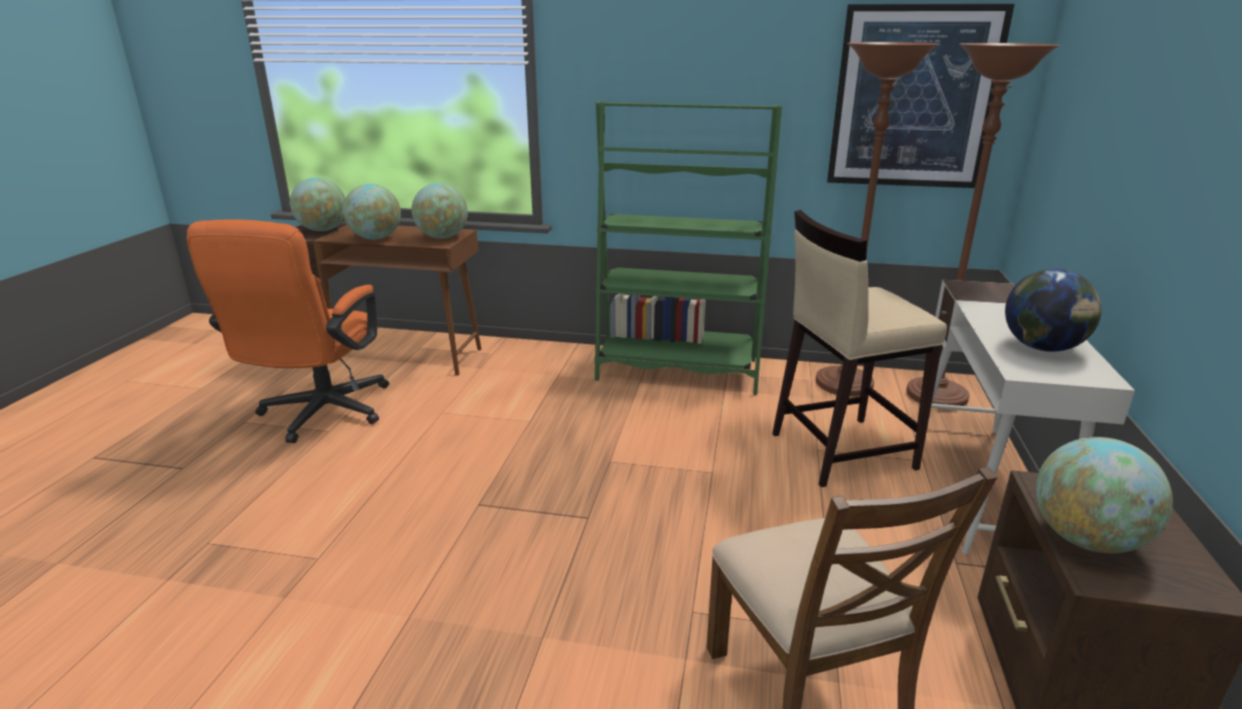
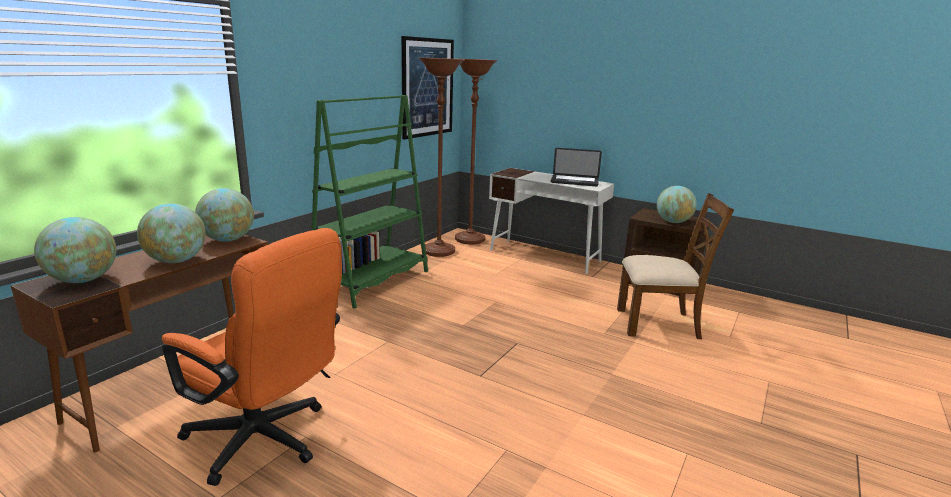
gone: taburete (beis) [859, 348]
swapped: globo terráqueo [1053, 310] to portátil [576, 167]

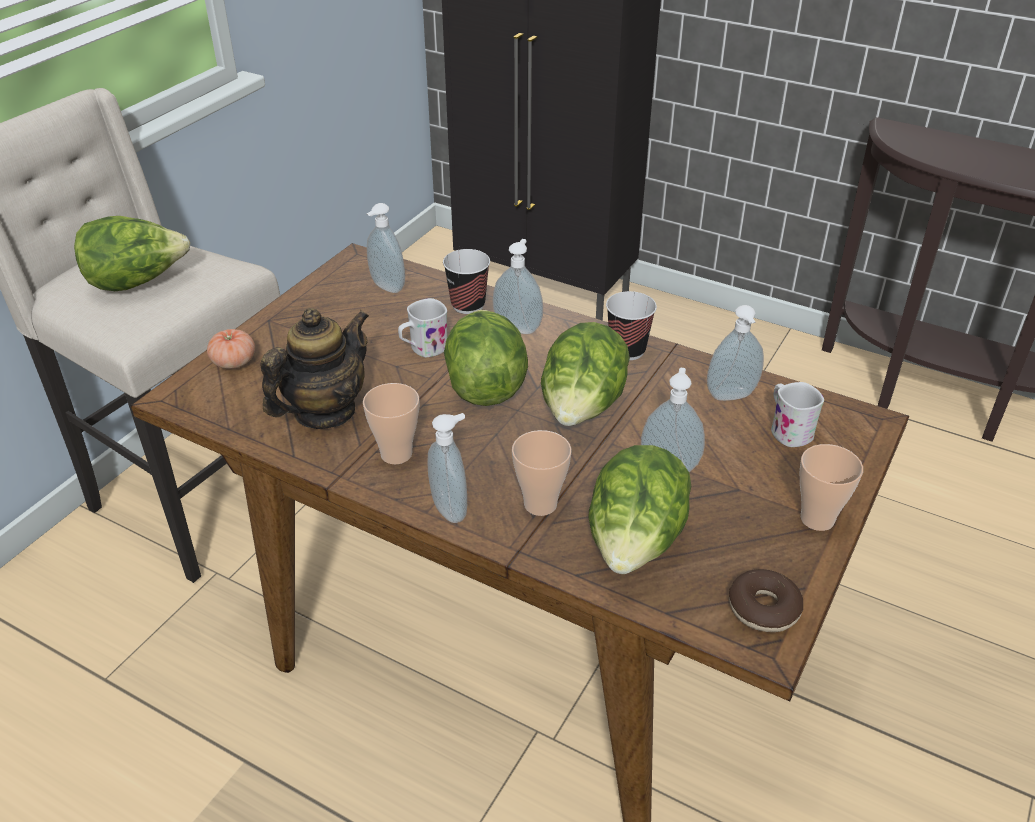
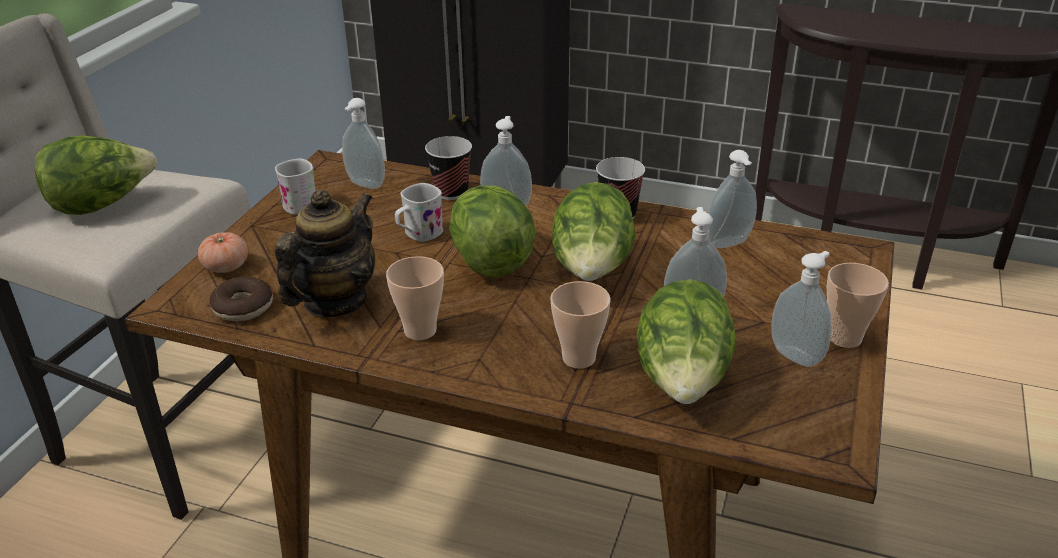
shifted: rosquilla [766, 600] to [241, 298]; taza grande (blanco) [797, 414] to [295, 186]; dispensador de jabón [447, 468] to [801, 309]

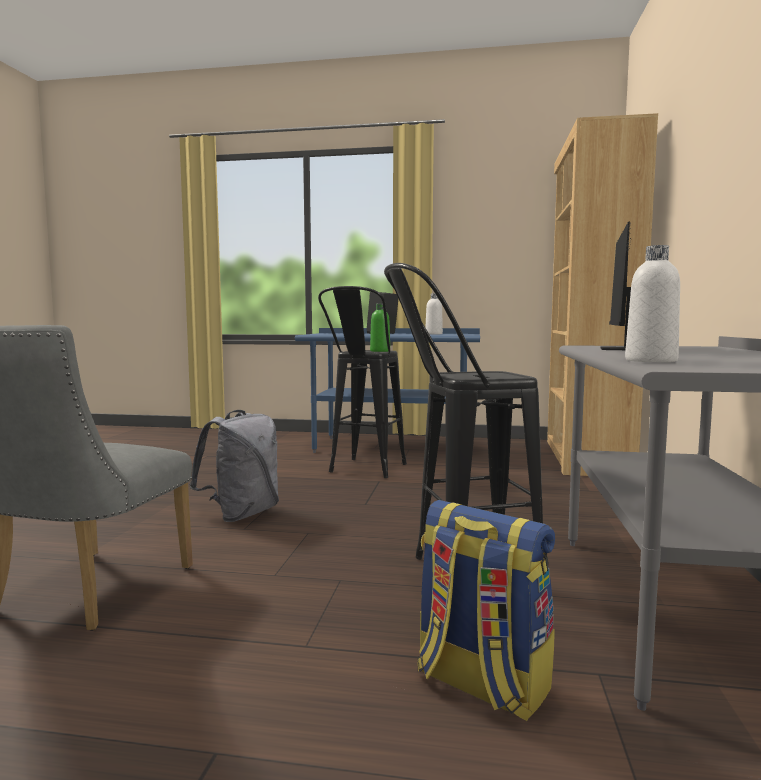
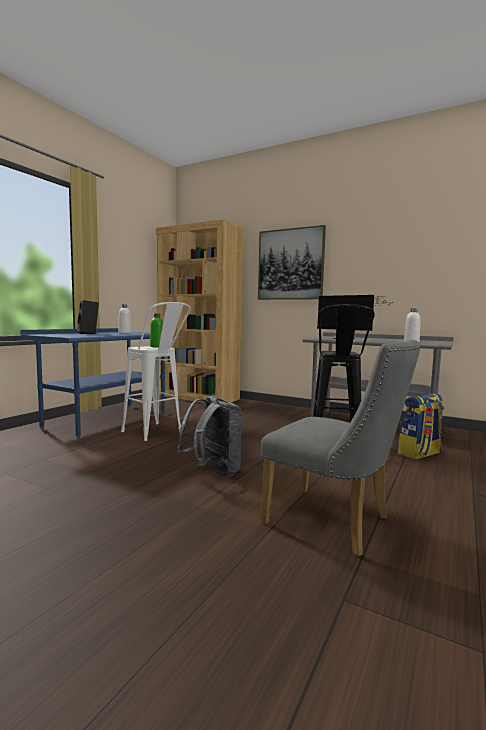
new: cuadro [292, 262]
repainted: taburete (negro) [362, 382] to taburete (blanco) [156, 371]

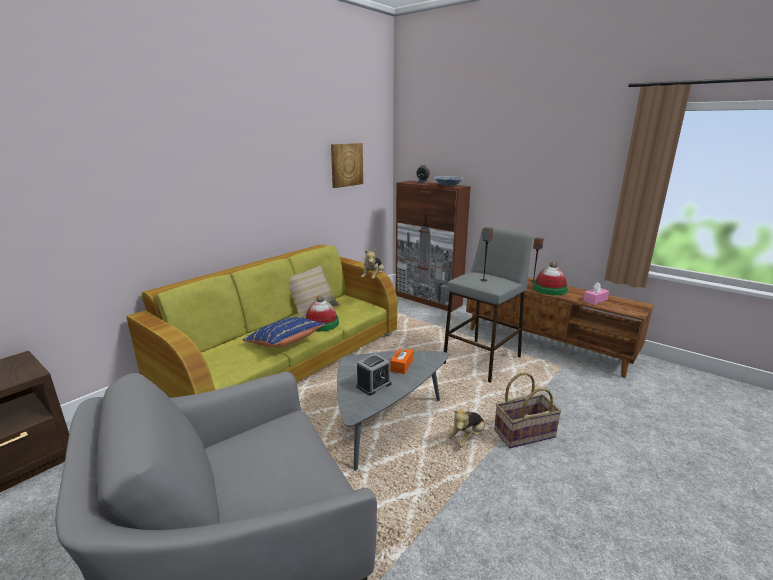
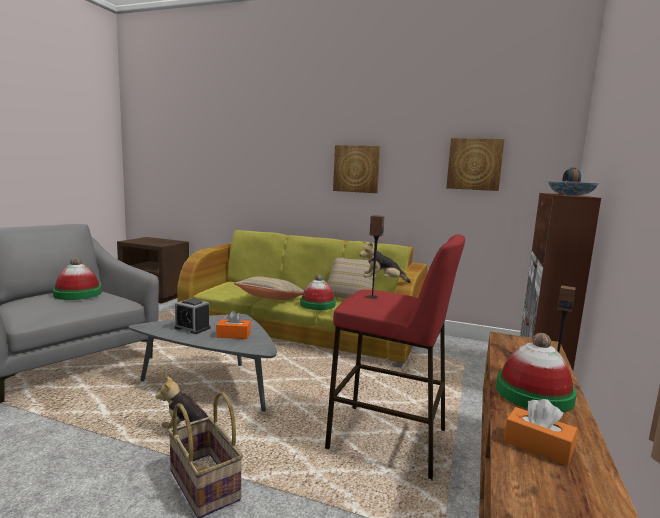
new: sombrero [77, 278]; cuadro [356, 169]
repainted: cojín (azul) [284, 332] to cojín (beis) [269, 288]; taburete (gris) [488, 304] to taburete (rojo) [395, 357]; caja de pañuelos (rosa) [596, 293] to caja de pañuelos (naranja) [540, 432]

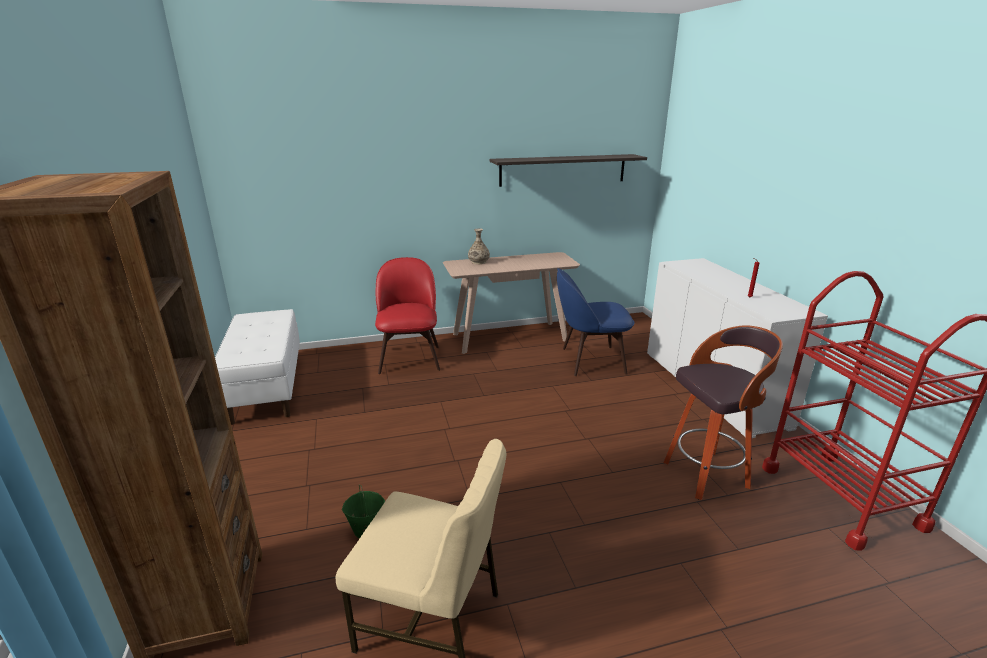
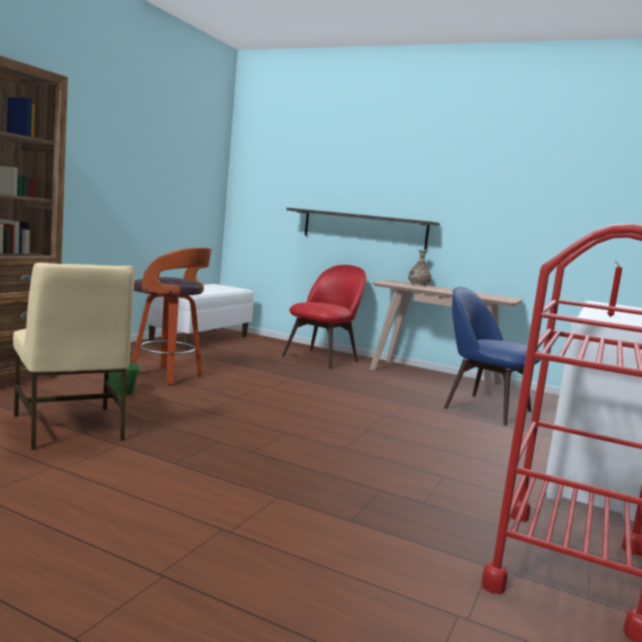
shifted: taburete [723, 413] to [171, 316]; estante [568, 170] to [363, 229]

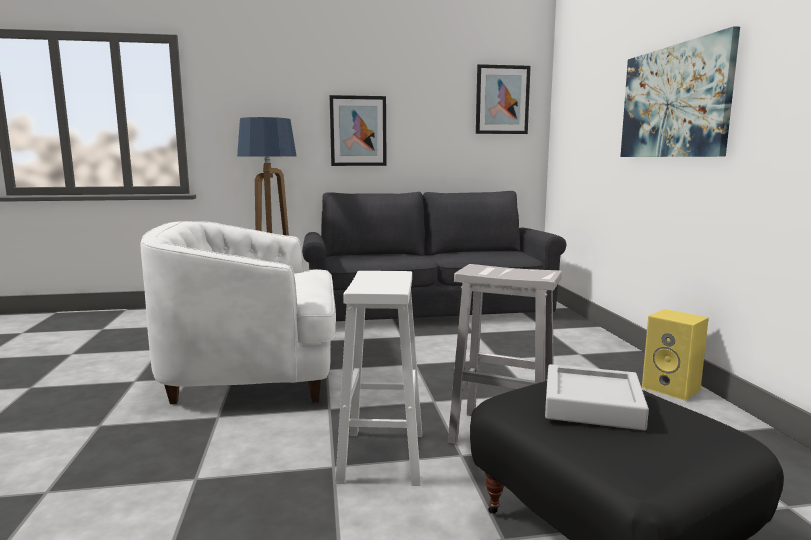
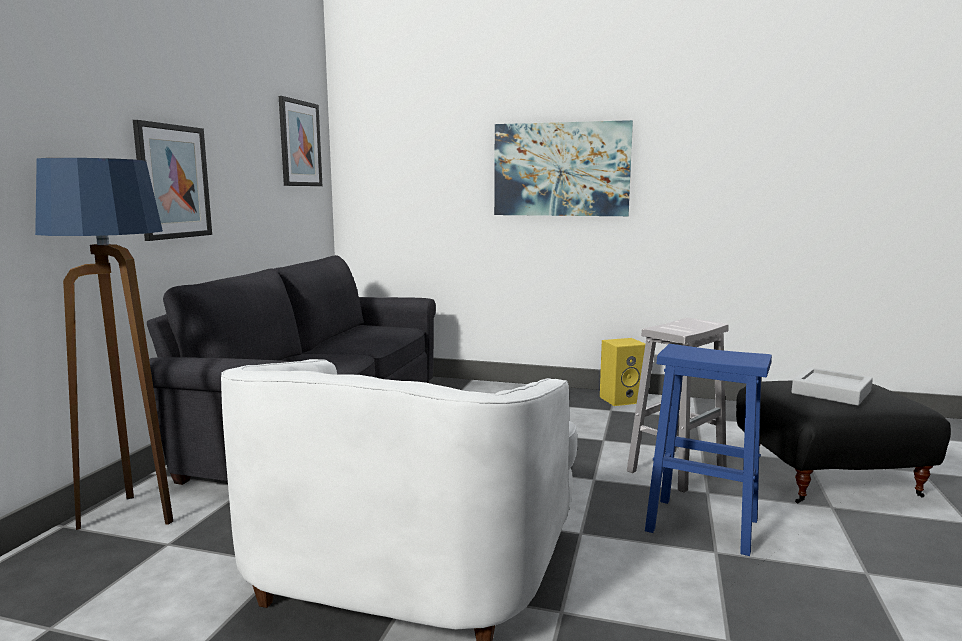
repainted: taburete (blanco) [378, 378] to taburete (azul) [708, 450]

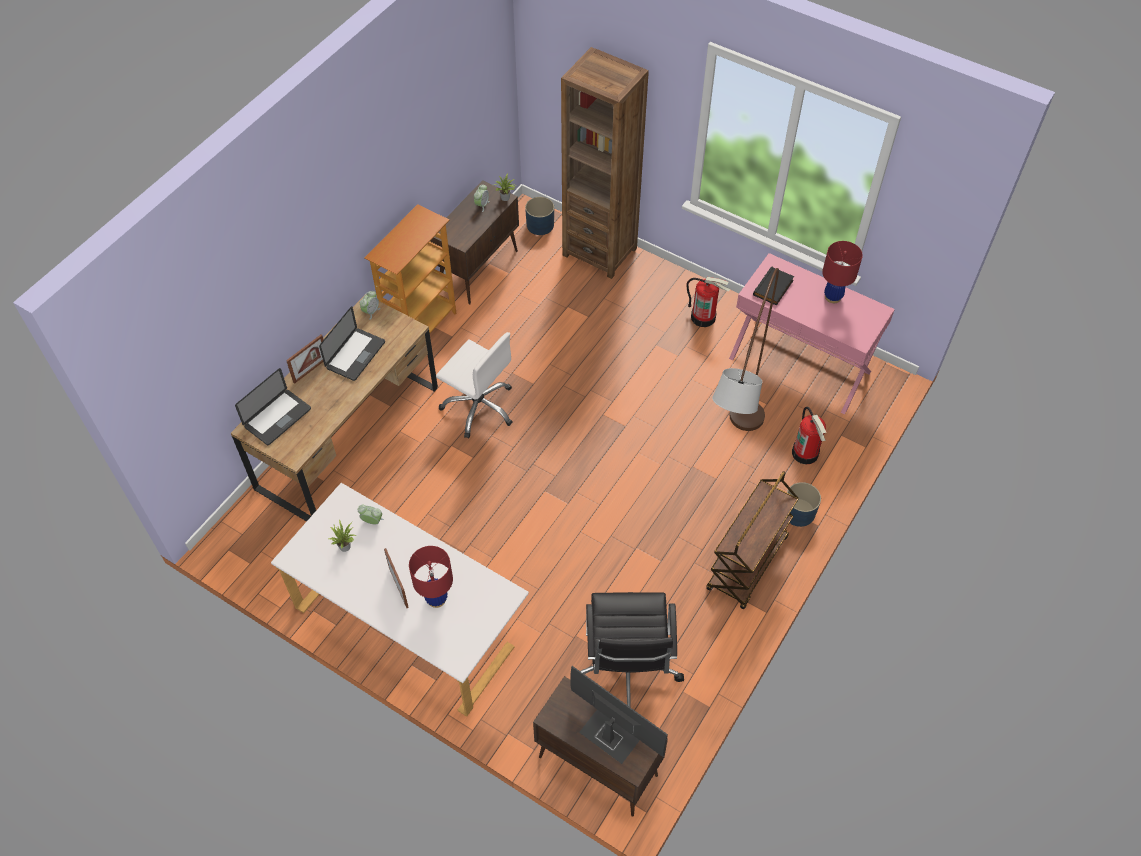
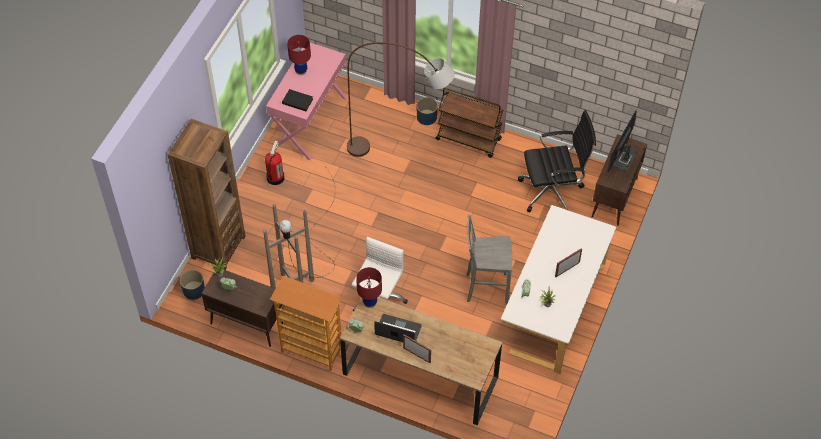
gone: portátil [273, 406]; extintor [809, 435]
new: lámpara de pie (marrón) [299, 229]; taburete (gris) [489, 260]
shifted: lámpara de mesa (rojo) [431, 577] to [369, 287]

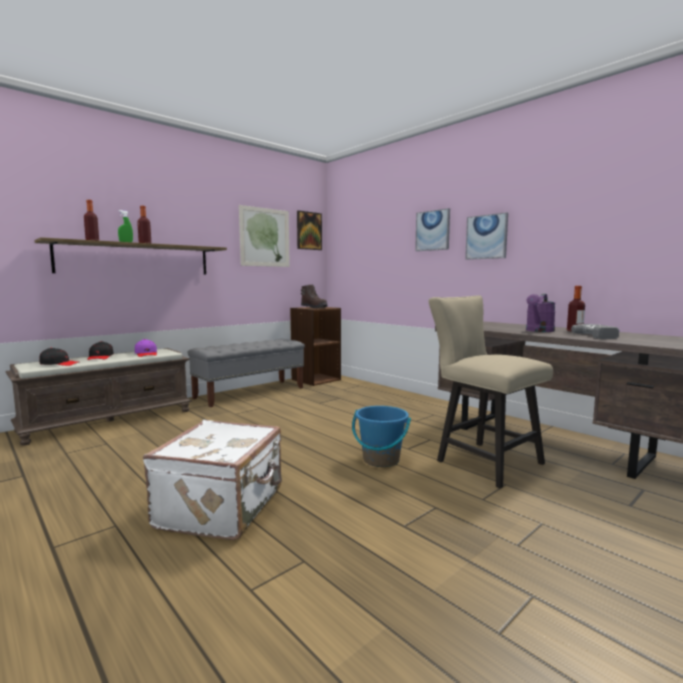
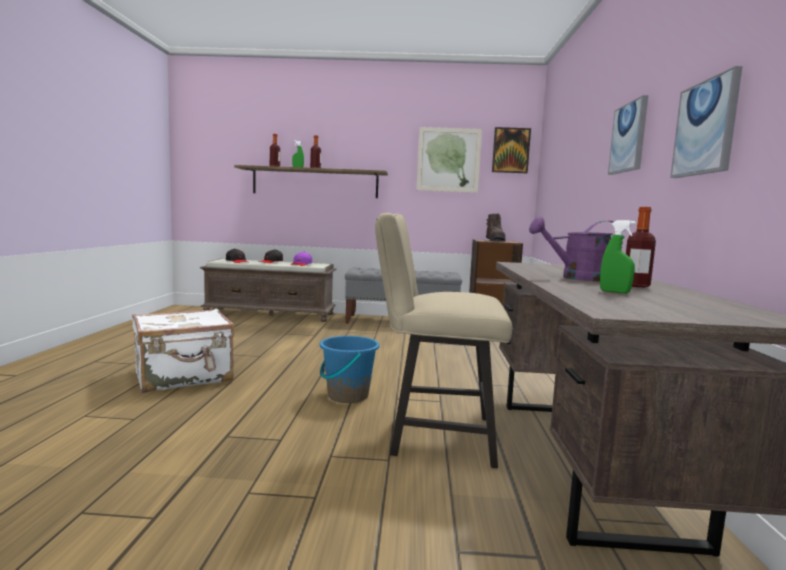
shifted: cuadro [432, 229] to [706, 122]
swapped: taladro [595, 331] to pulverizador (verde) [618, 256]
rotated: silla (beis) [490, 392] = [443, 340] 90 degrees counterclockwise

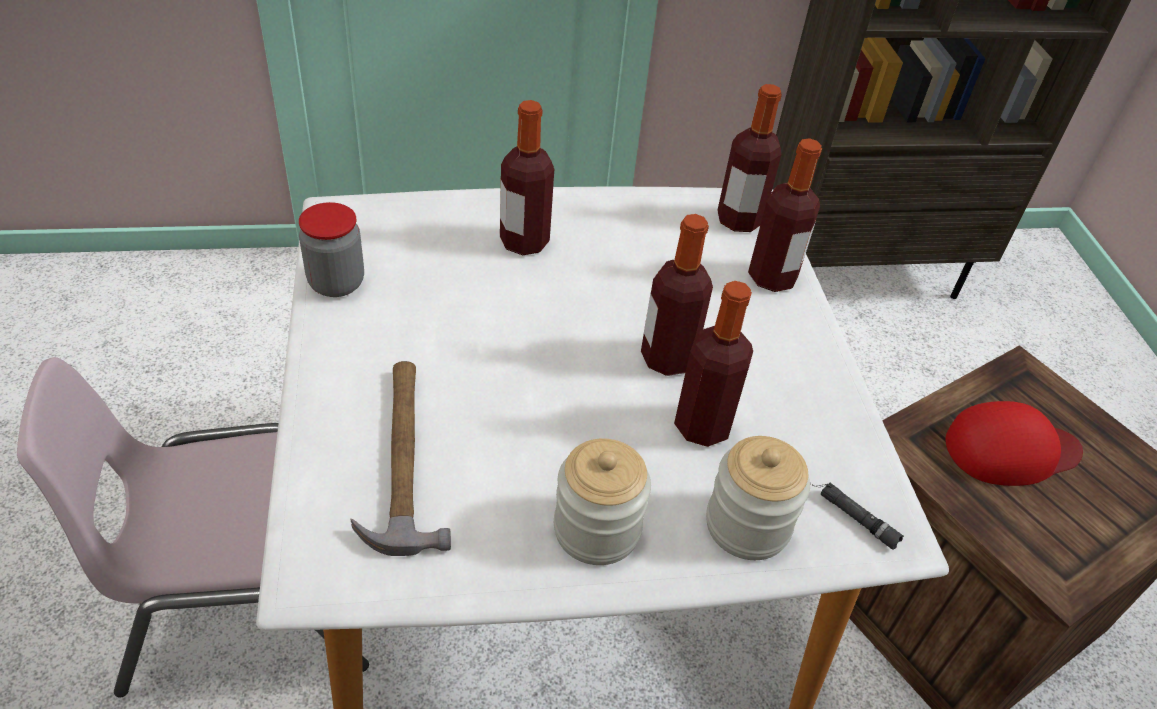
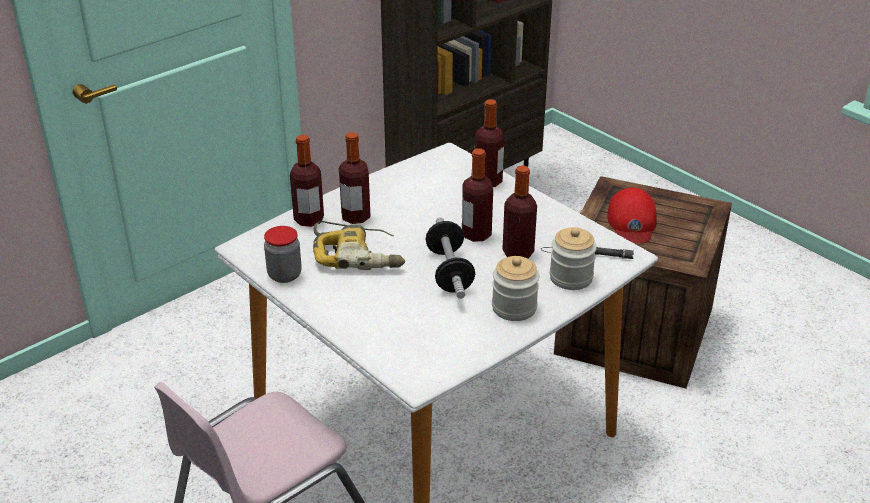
gone: martillo [401, 458]
new: taladro [359, 245]; mancuerna [450, 258]
shifted: botella [749, 158] to [307, 181]
rotated: gorra (rojo) [1014, 443] = [631, 215] 135 degrees clockwise

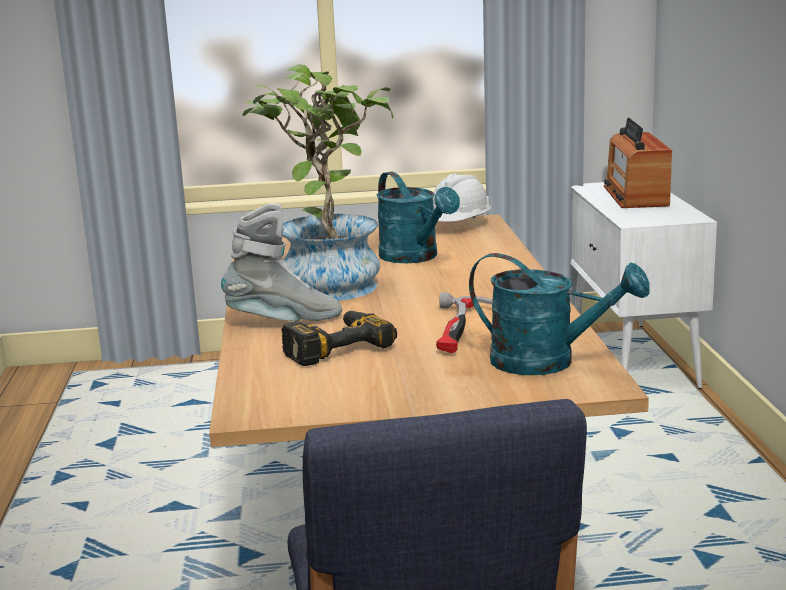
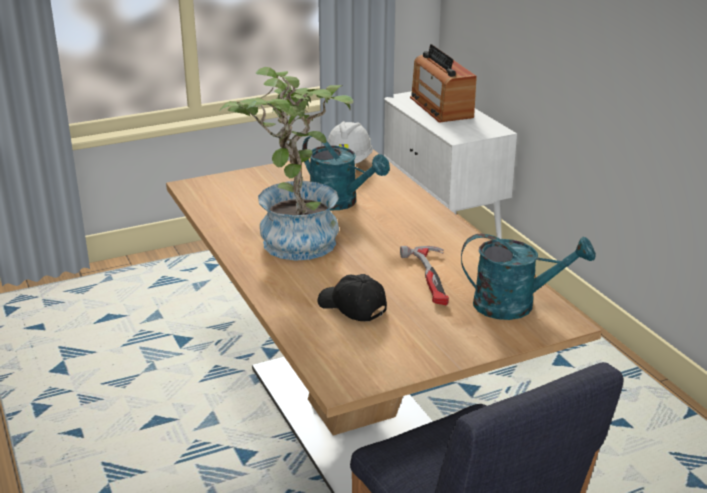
gone: bota (gris) [281, 262]
swapped: taladro [339, 338] to gorra (negro) [352, 297]

